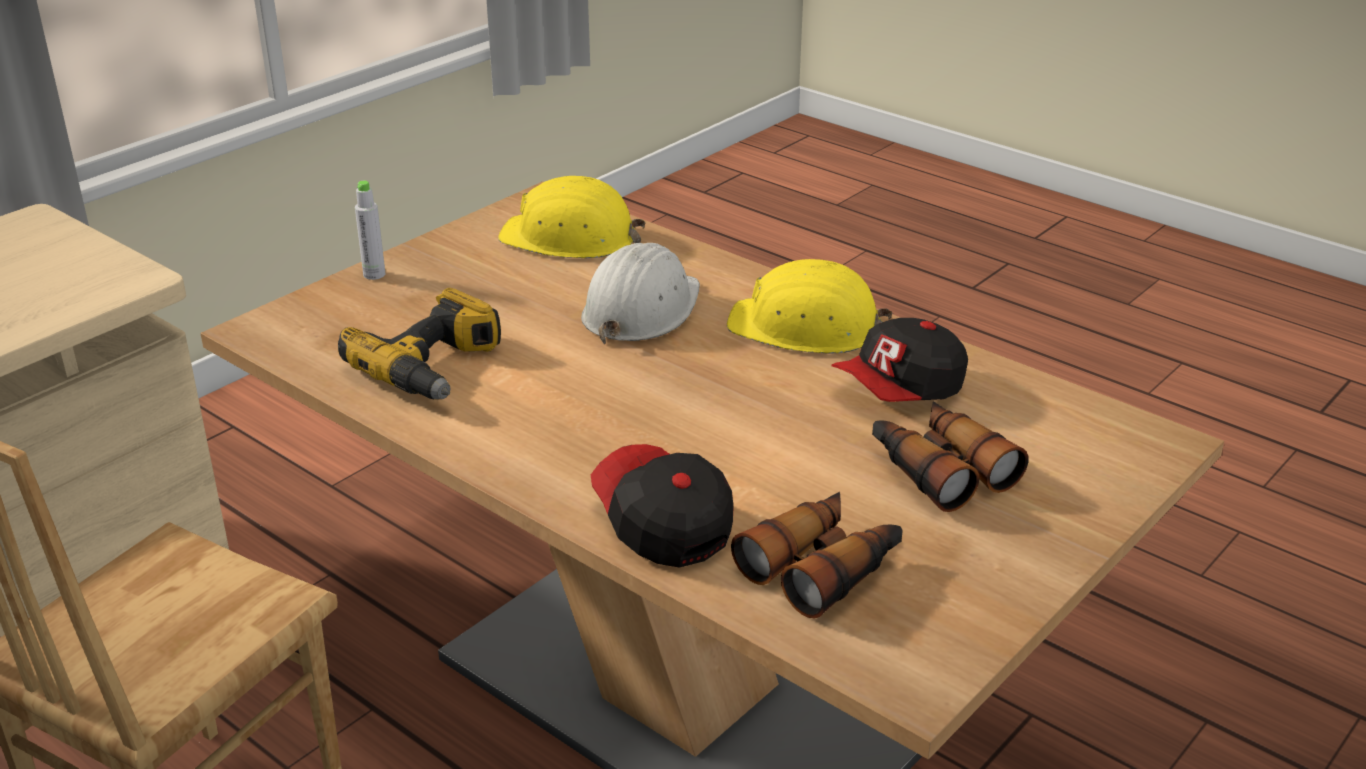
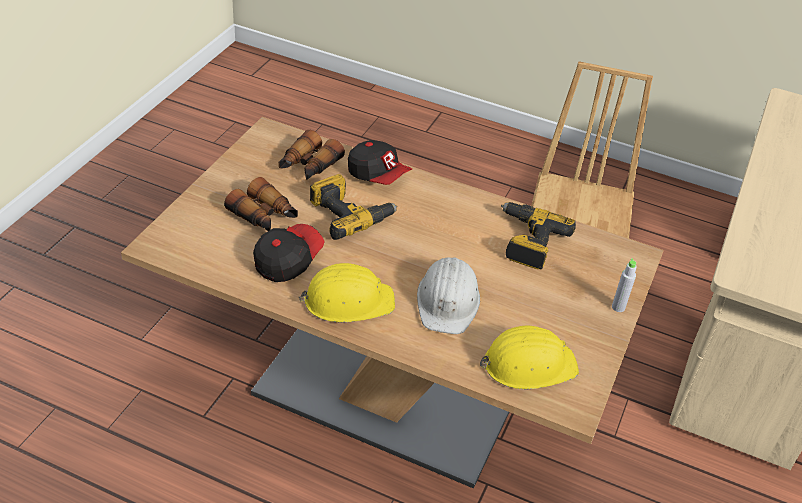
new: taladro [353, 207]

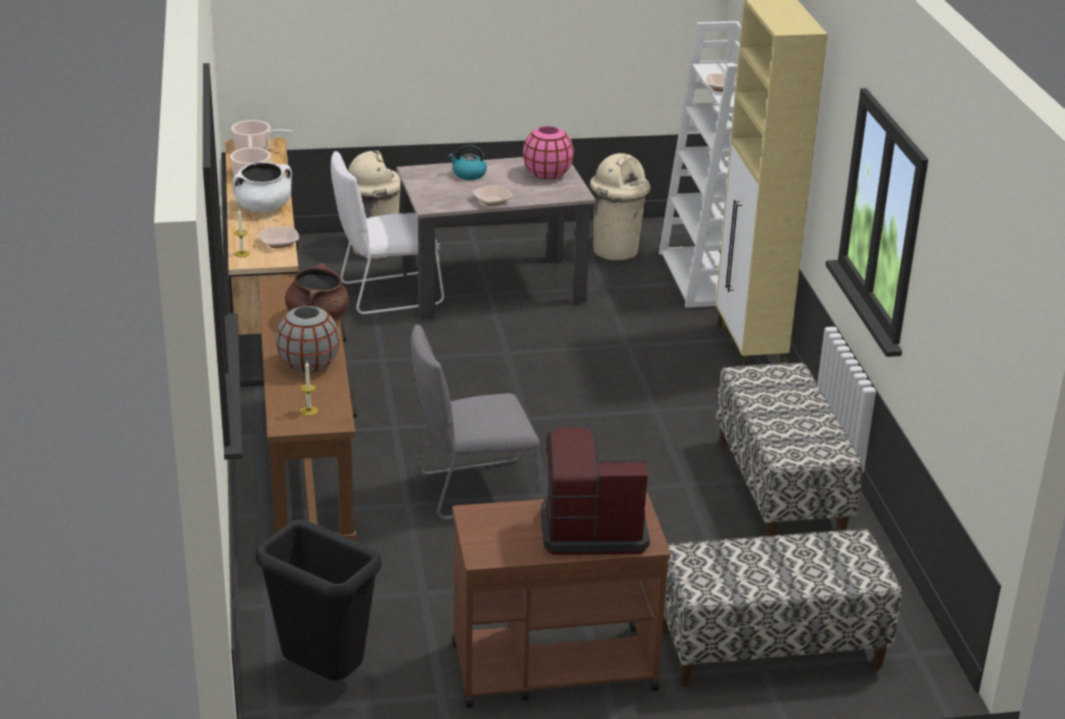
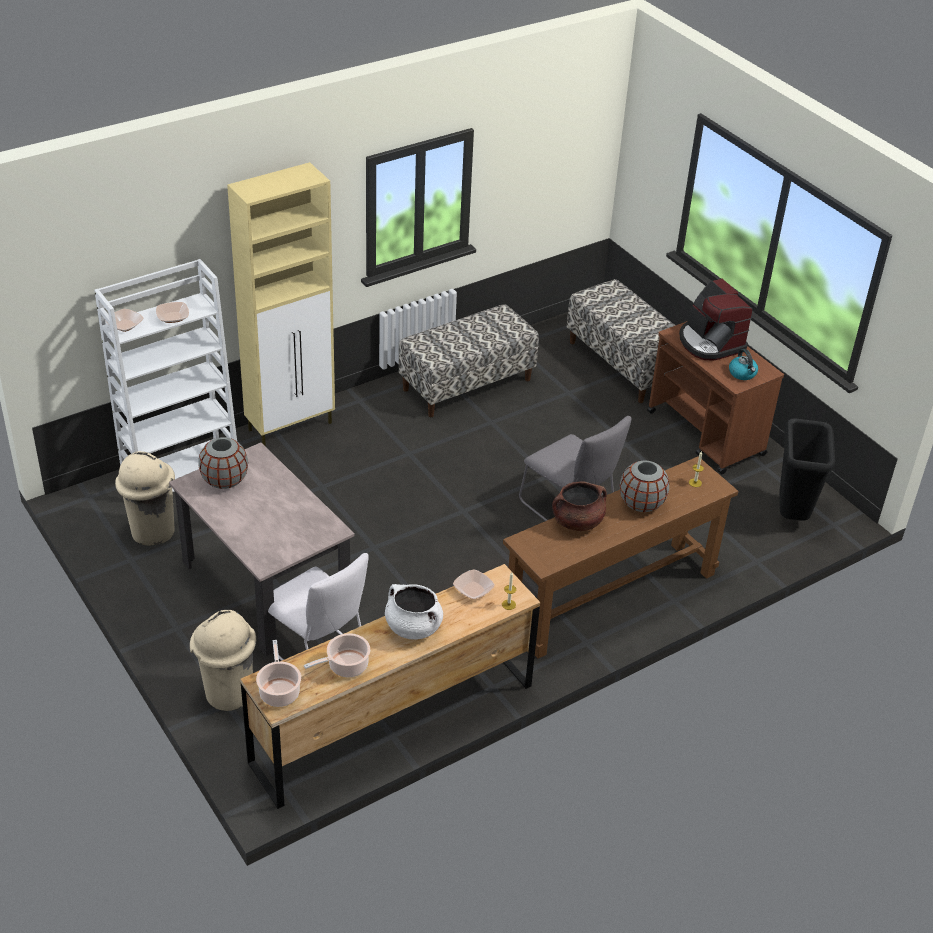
shifted: cuenco [493, 195] to [124, 320]; hervidor [467, 162] to [743, 364]
repainted: florero (rosa) [548, 152] to florero (gris) [223, 463]

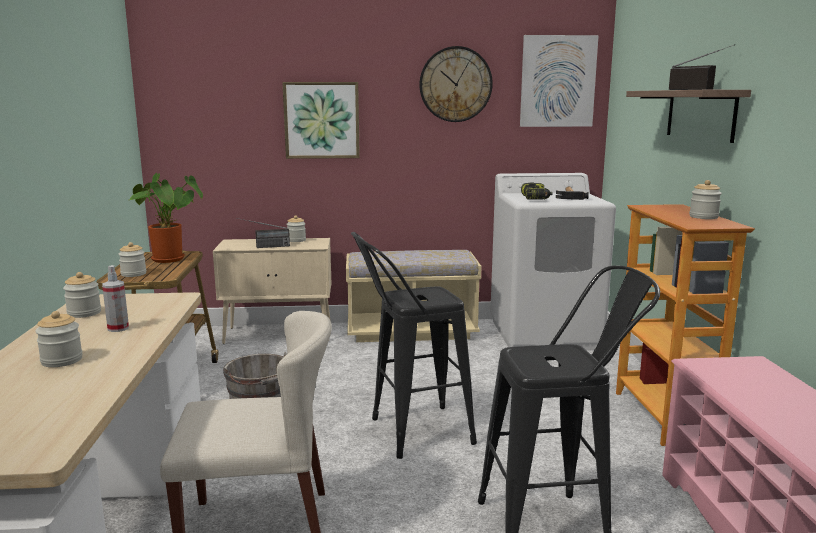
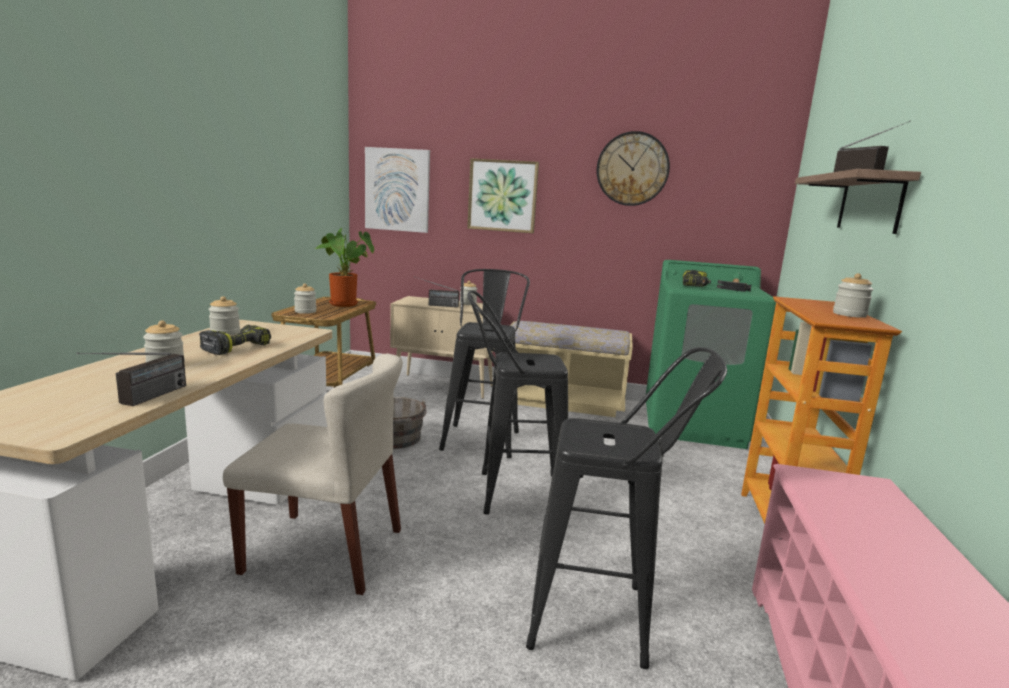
new: radio [131, 379]; taburete (negro) [484, 363]
shifted: cuadro [559, 81] to [397, 190]
swapped: pulverizador [115, 298] to taladro [235, 340]
repainted: lavadora (blanco) [553, 262] to lavadora (verde) [711, 354]

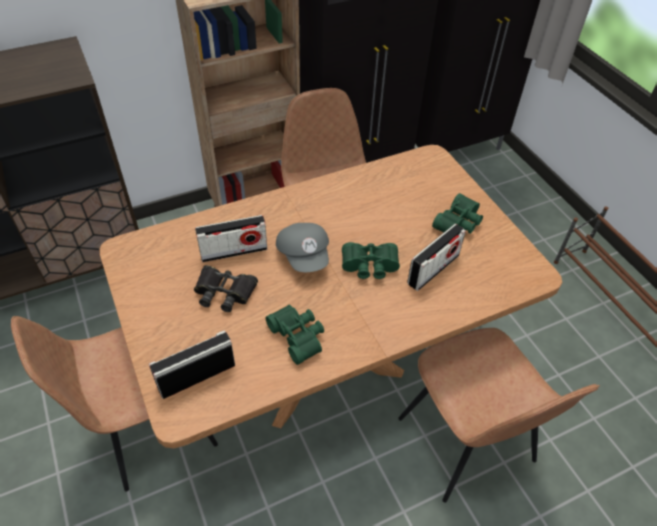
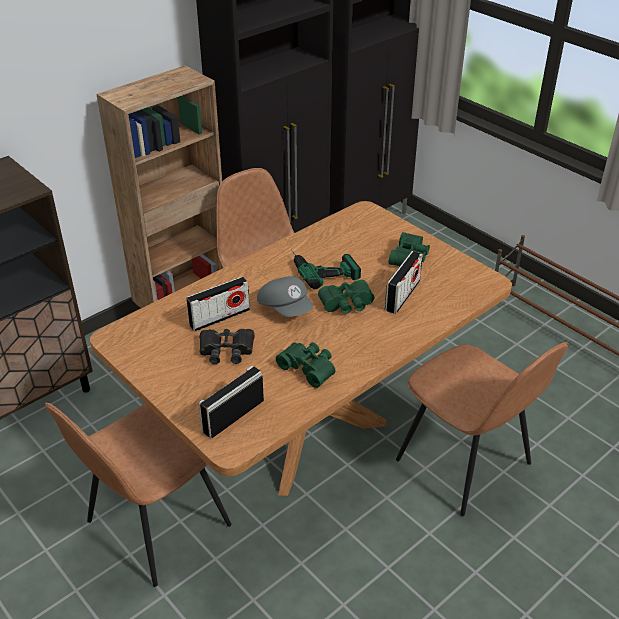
new: taladro [326, 270]

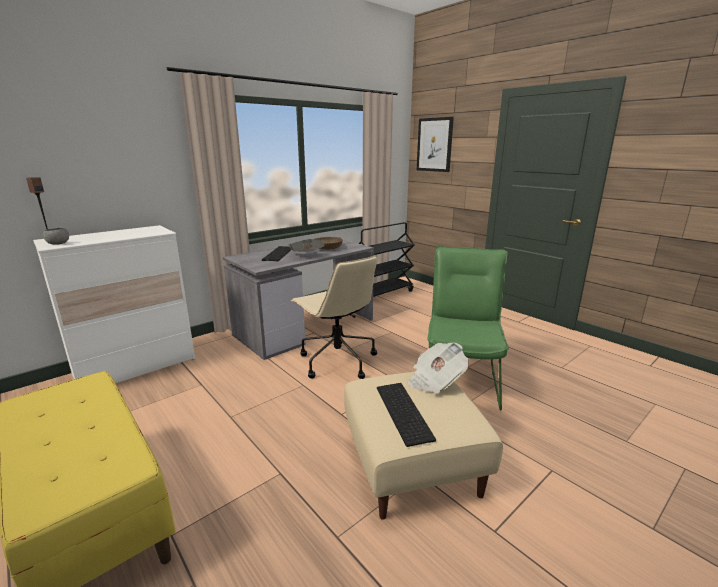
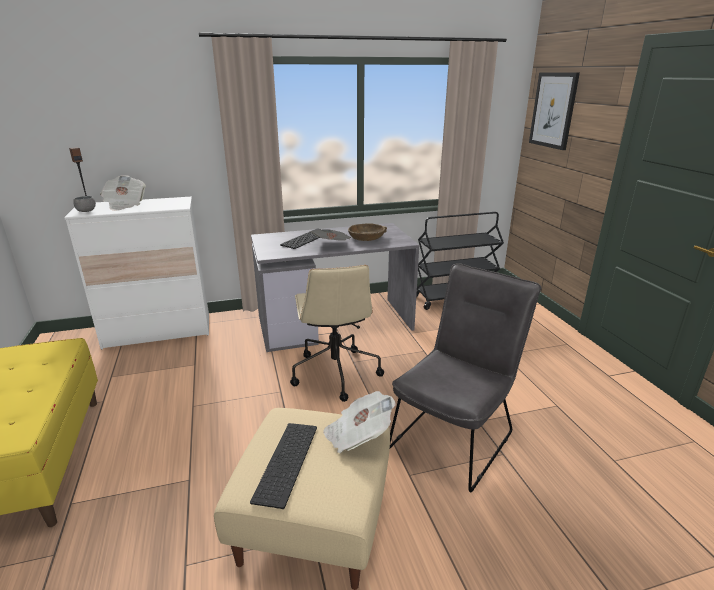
new: periódico [123, 193]
repainted: silla (verde) [468, 328] to silla (gris) [466, 377]

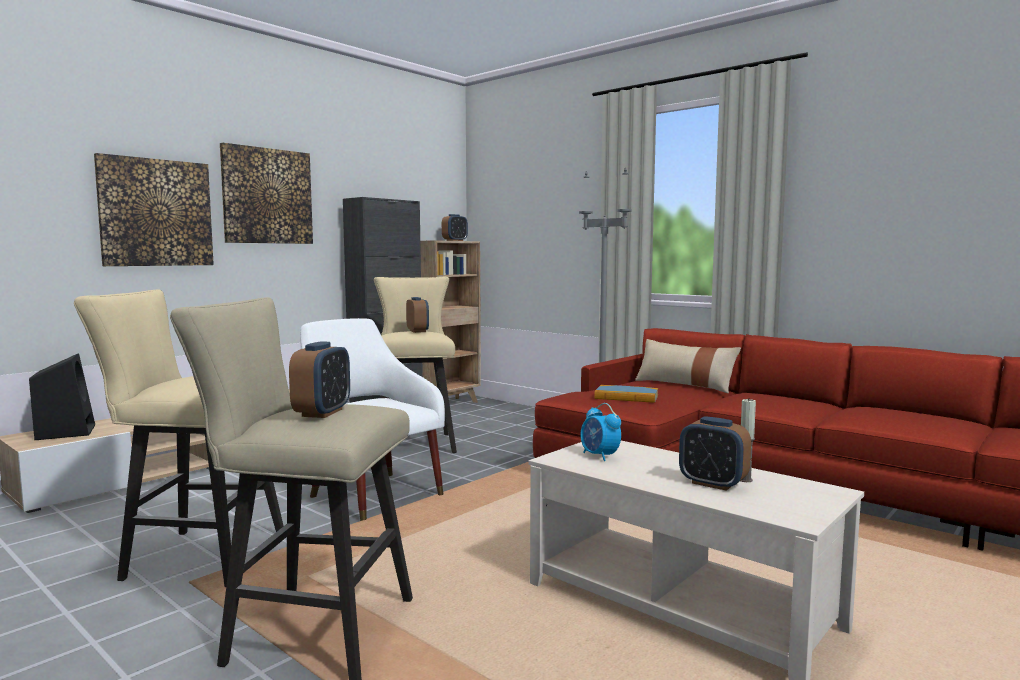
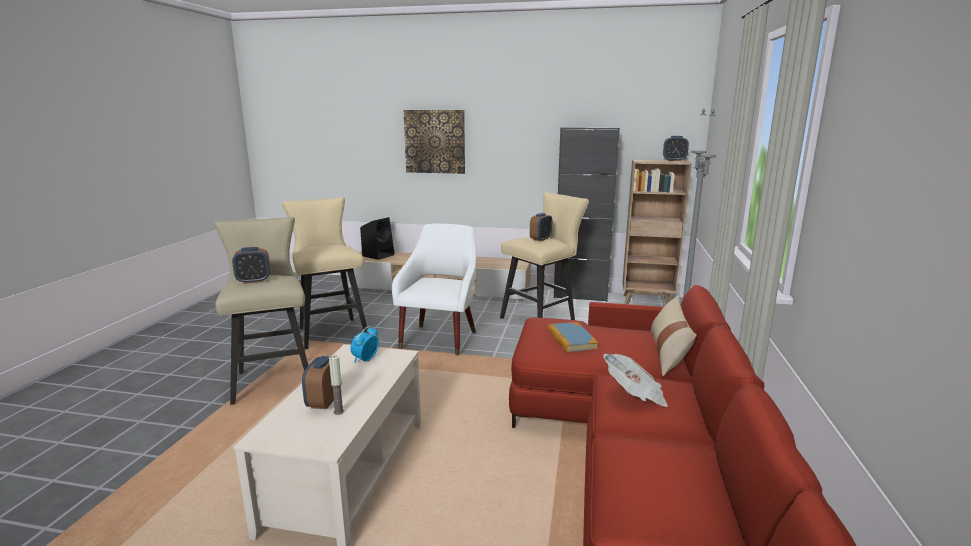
gone: cuadro [266, 193]
new: periódico [635, 380]

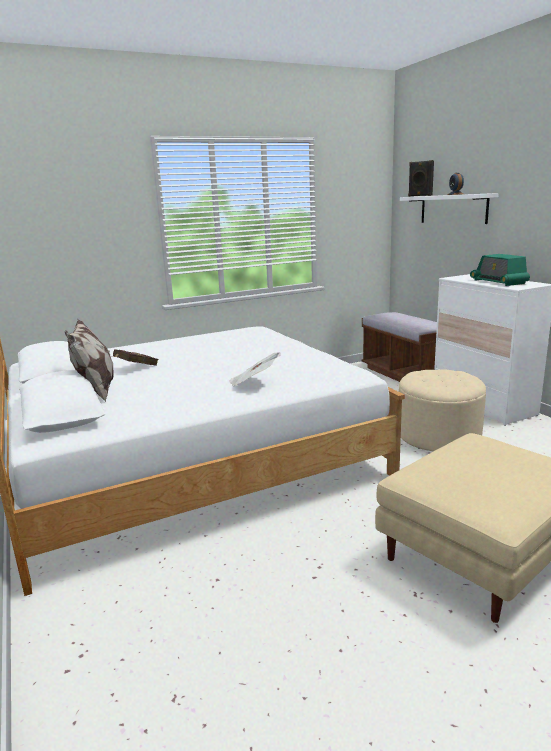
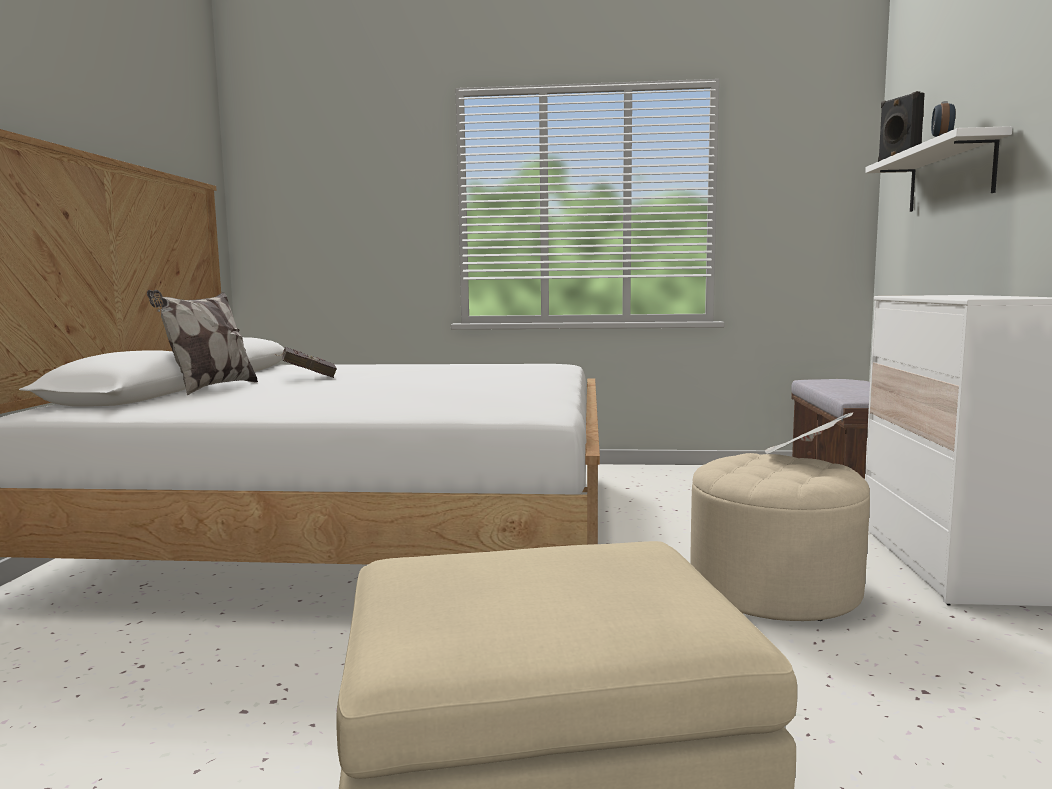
gone: radio [500, 270]
shifted: periódico [255, 369] to [809, 433]

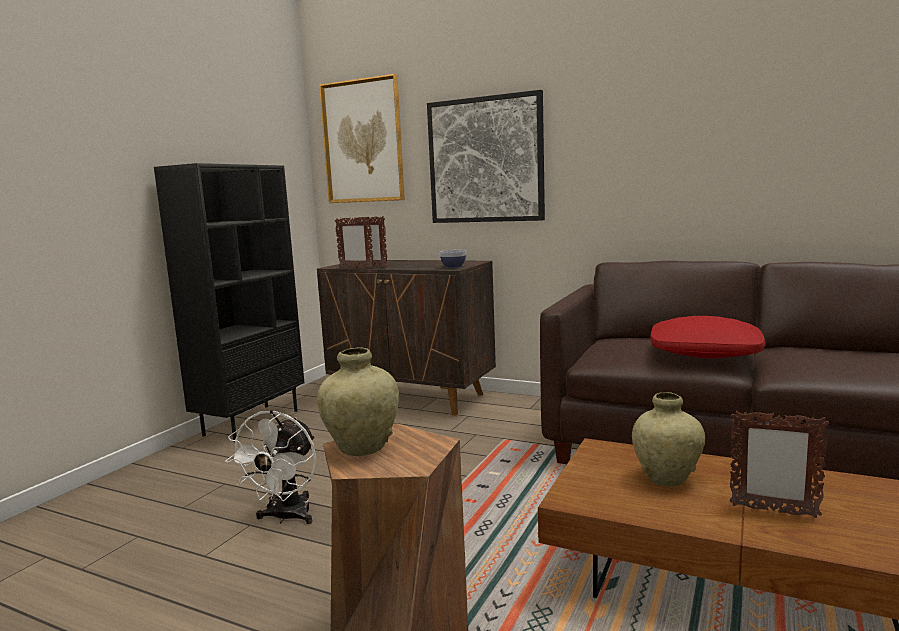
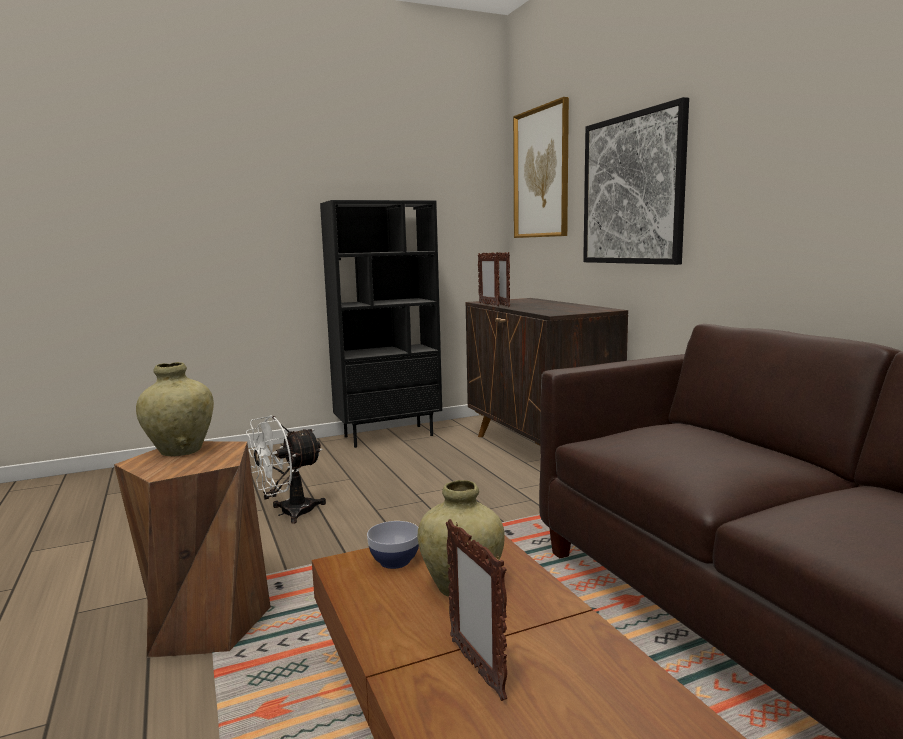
gone: cojín (rojo) [708, 337]
shifted: cuenco [453, 259] to [393, 545]

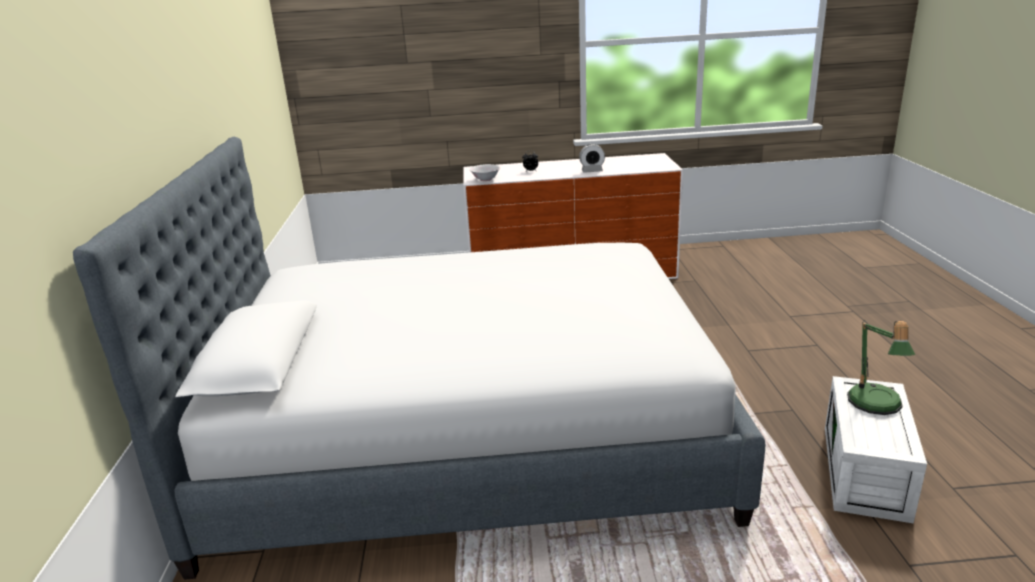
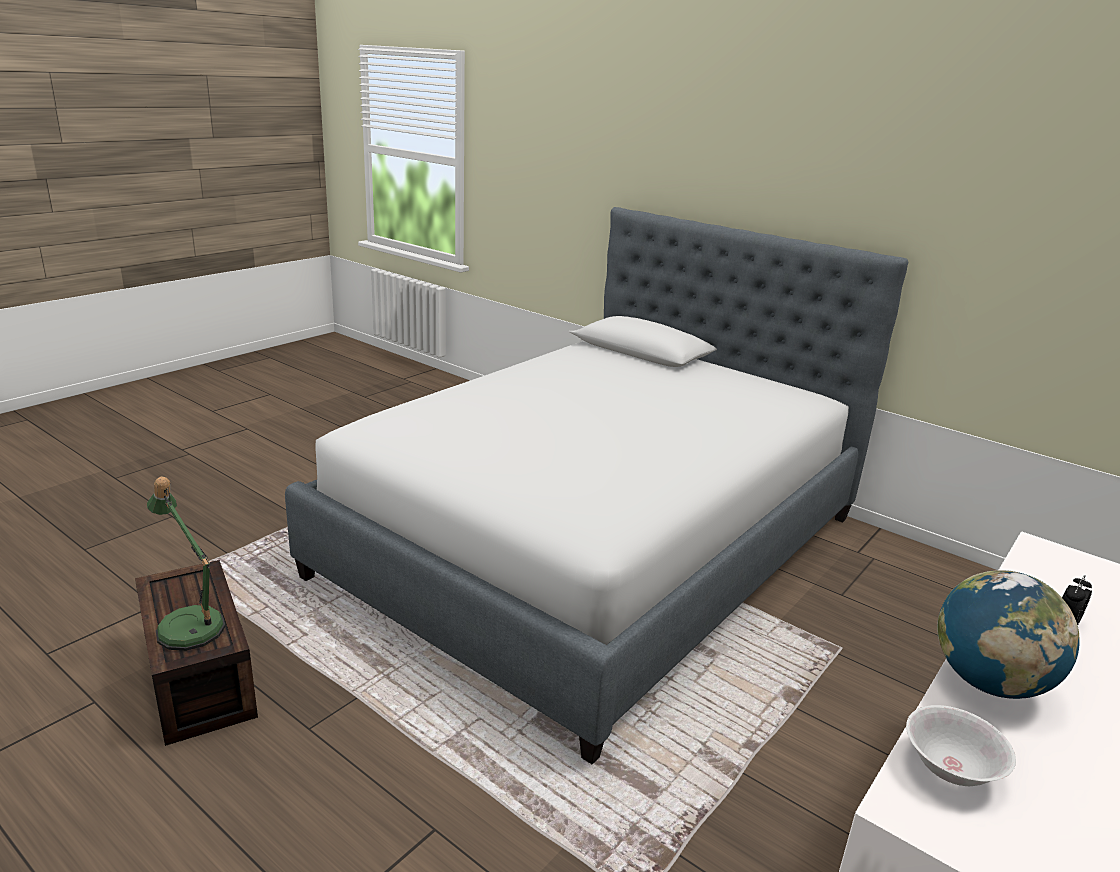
shifted: cuenco (blanco) [485, 172] to [961, 745]
swapped: despertador [592, 158] to globo terráqueo [1008, 634]
repainted: caja de almacenaje (blanco) [876, 449] to caja de almacenaje (marrón) [196, 653]

